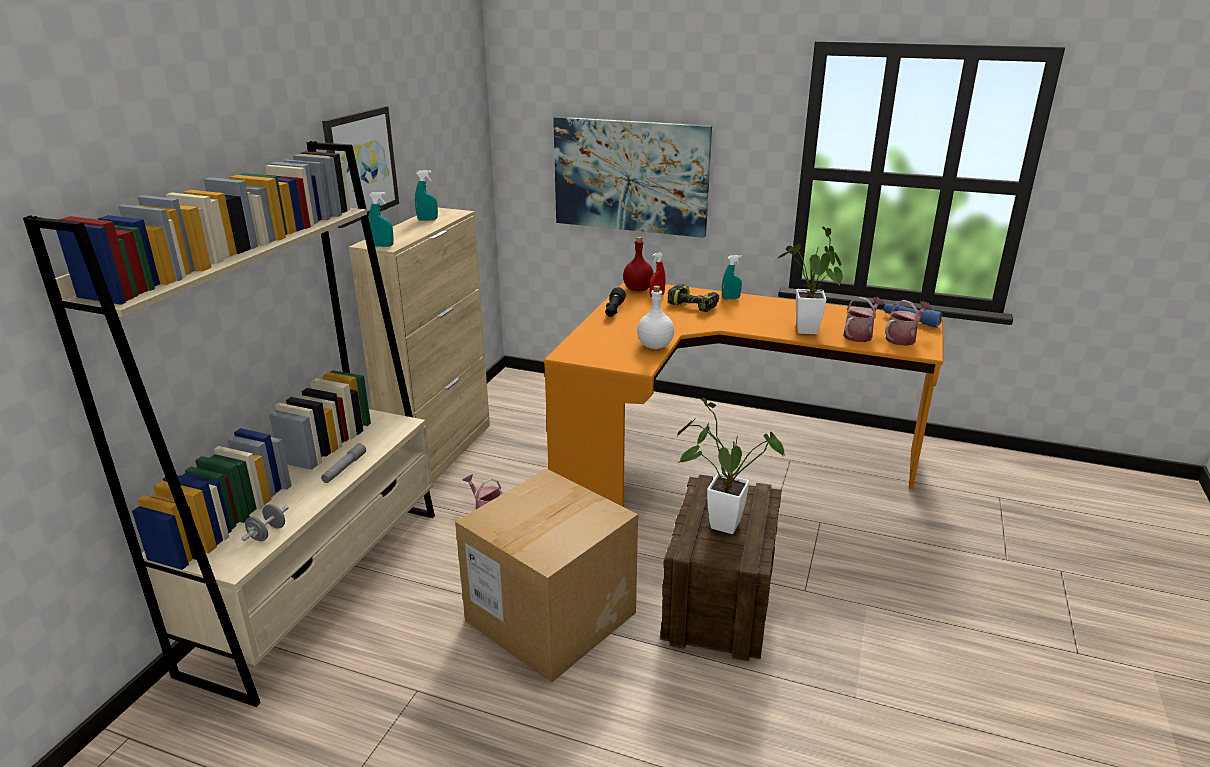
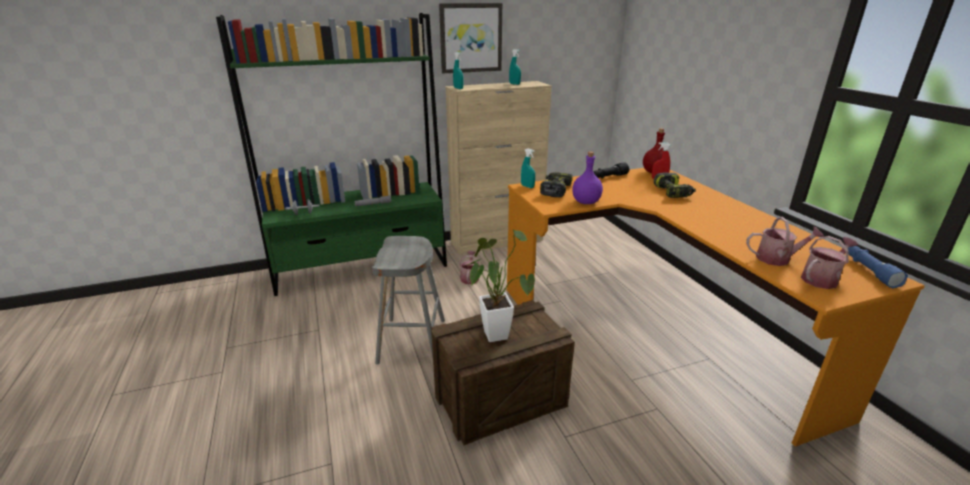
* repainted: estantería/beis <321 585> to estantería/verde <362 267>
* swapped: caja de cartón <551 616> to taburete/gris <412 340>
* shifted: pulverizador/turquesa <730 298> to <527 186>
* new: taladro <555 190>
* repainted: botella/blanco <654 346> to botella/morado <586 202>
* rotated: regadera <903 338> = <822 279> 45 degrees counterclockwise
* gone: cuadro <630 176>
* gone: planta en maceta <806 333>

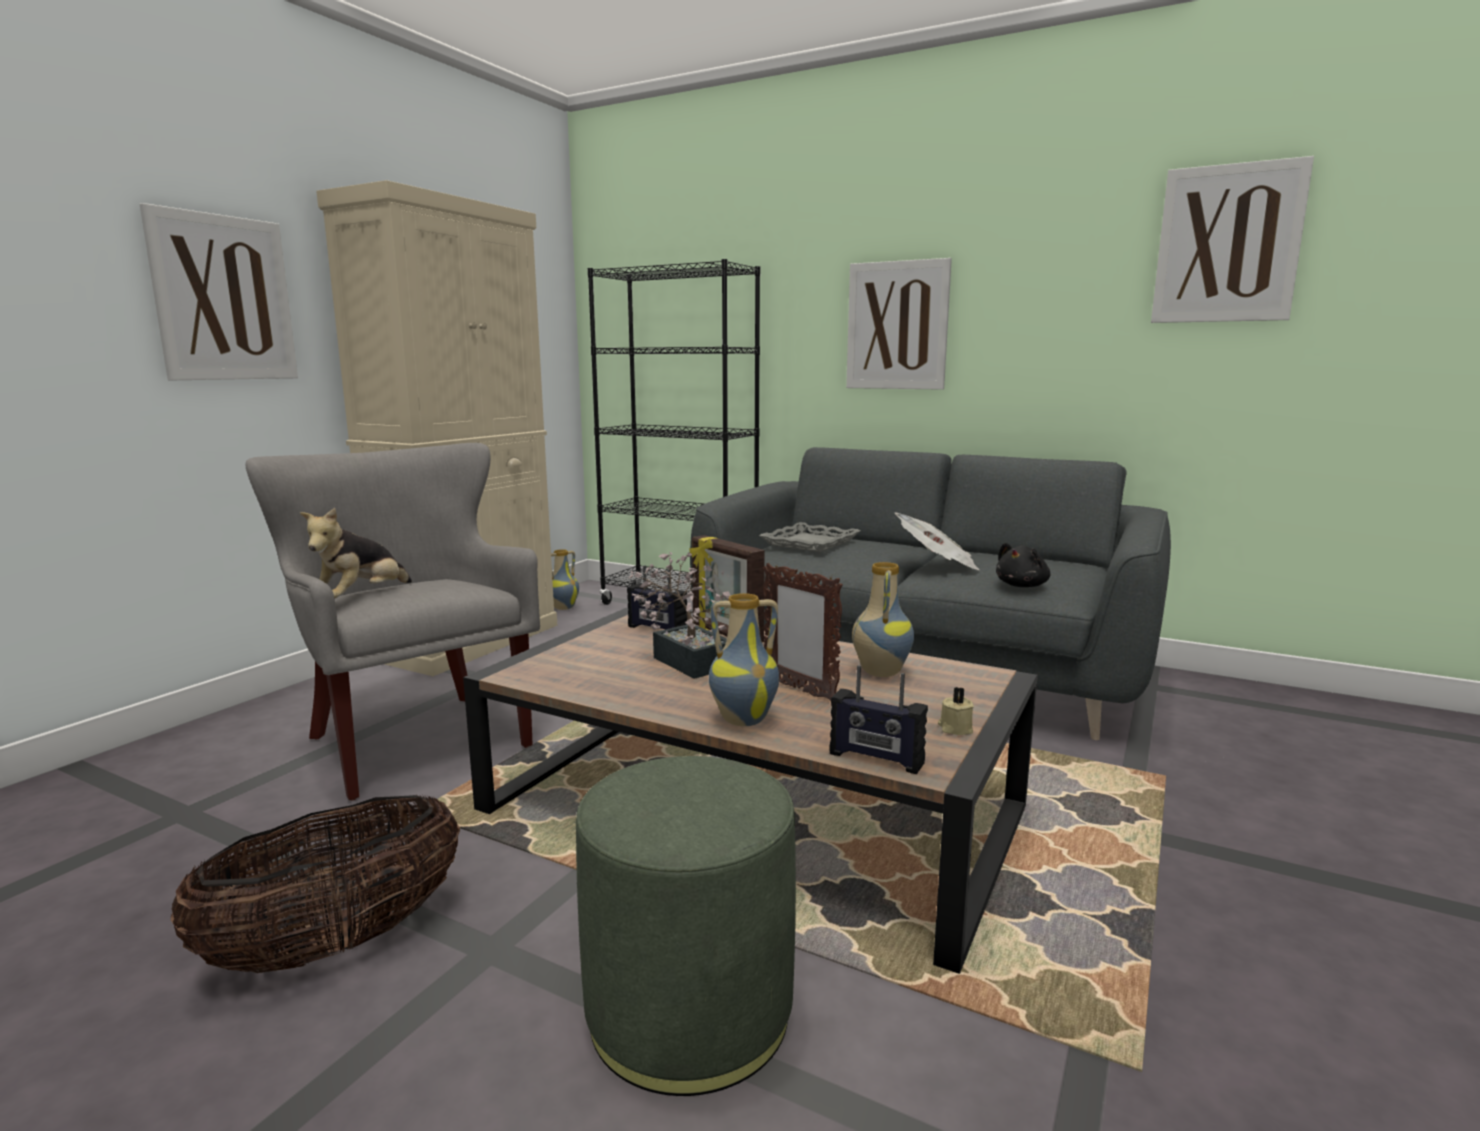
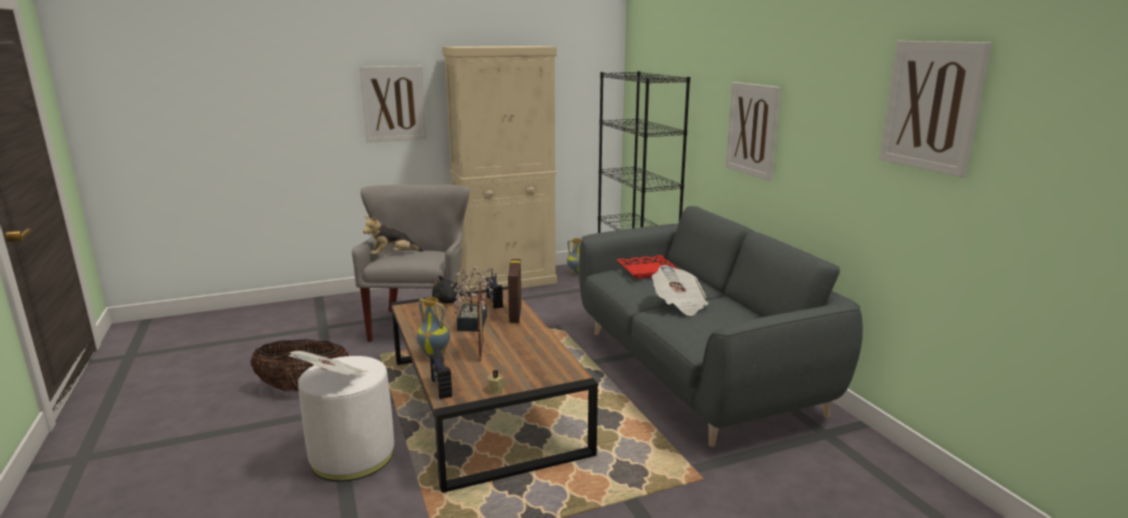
* new: periódico <331 380>
* repainted: puf/verde <690 1011> to puf/blanco <352 456>
* shifted: peluche/negro <1022 586> to <448 301>
* repainted: bandeja/gris <809 543> to bandeja/rojo <647 270>
* gone: florero <879 672>

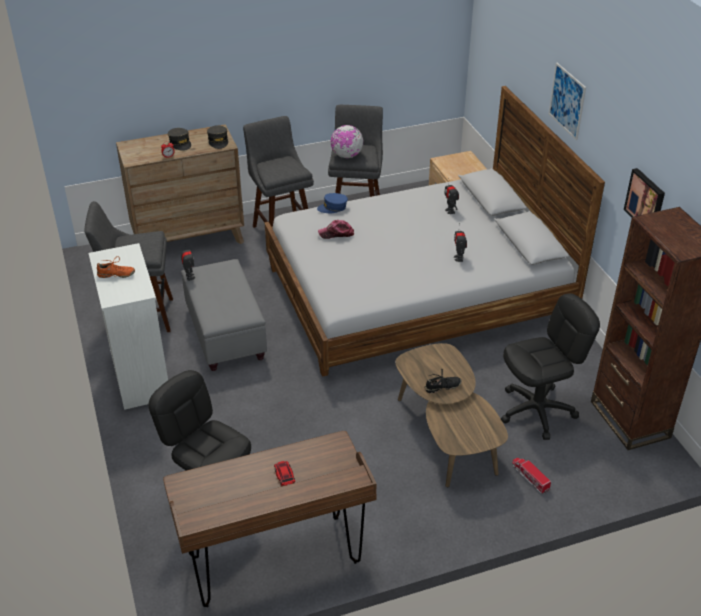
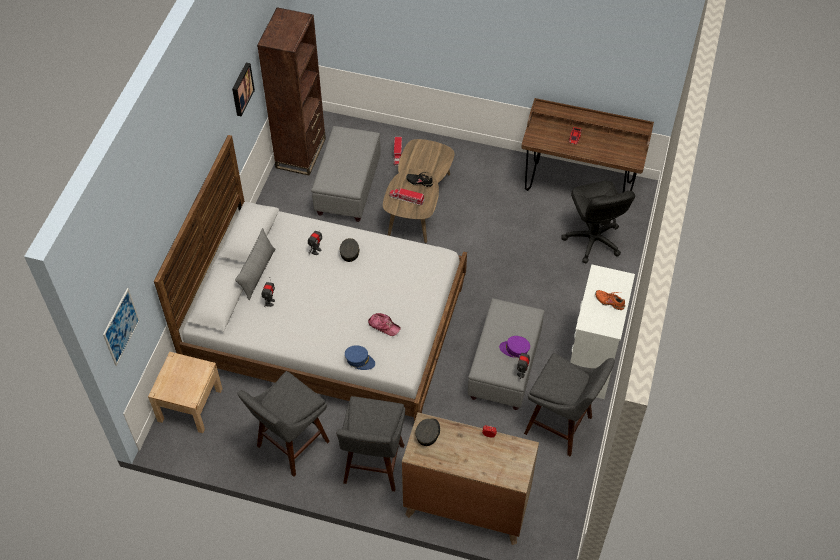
* shifted: cuadro <567 101> to <121 327>
* new: cojín/gris <257 273>
* swapped: silla de oficina/negro <537 411> to puf/gris <348 187>
* shifted: gorra/gris <180 143> to <349 252>
* new: camión de juguete <406 199>
* new: gorra/morado <514 349>
* gone: globo terráqueo <346 156>

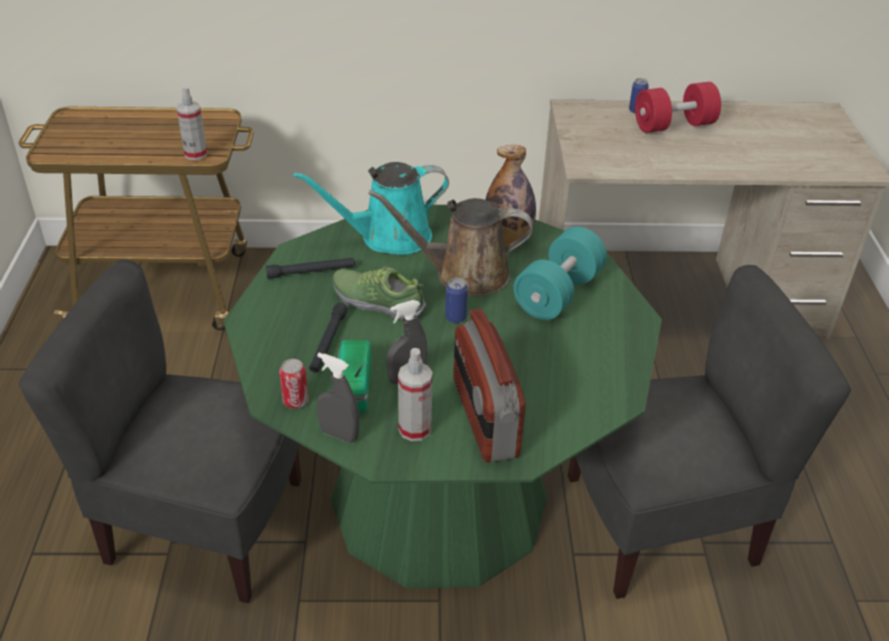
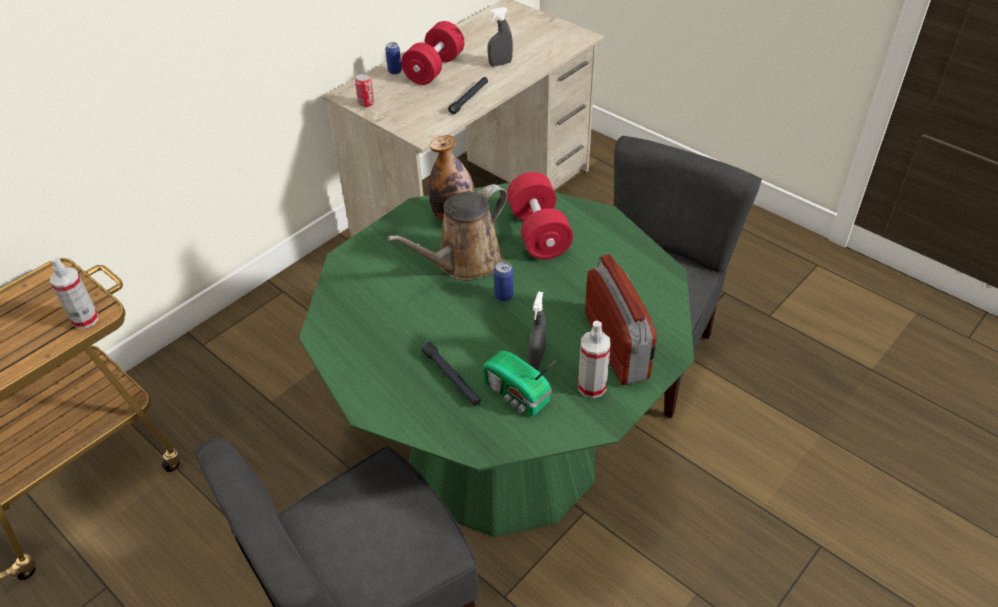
* shifted: lata <295 401> to <366 104>
* shifted: linterna/negro <311 272> to <469 98>
* shifted: pulverizador/gris <339 435> to <500 64>
* repainted: mancuerna/turquesa <558 293> to mancuerna/rojo <538 233>
* rotated: radio <483 418> = <617 346> 135 degrees counterclockwise
* gone: regadera/turquesa <389 237>
* gone: zapato <378 301>

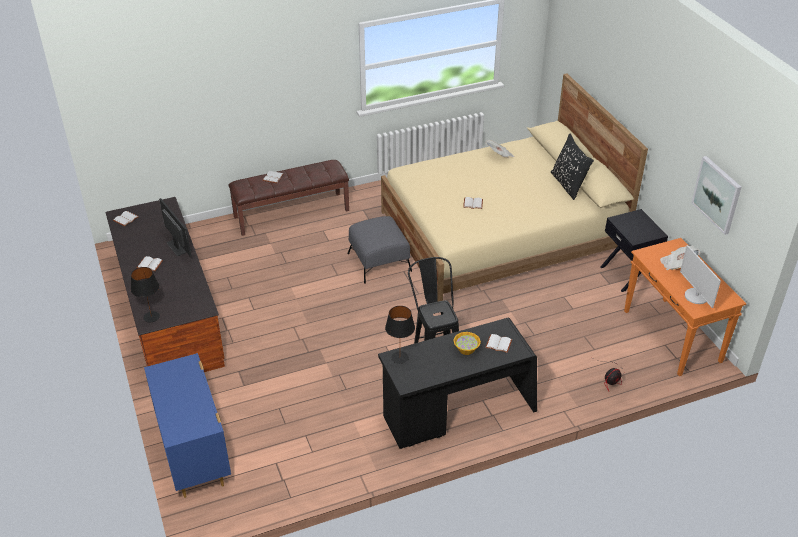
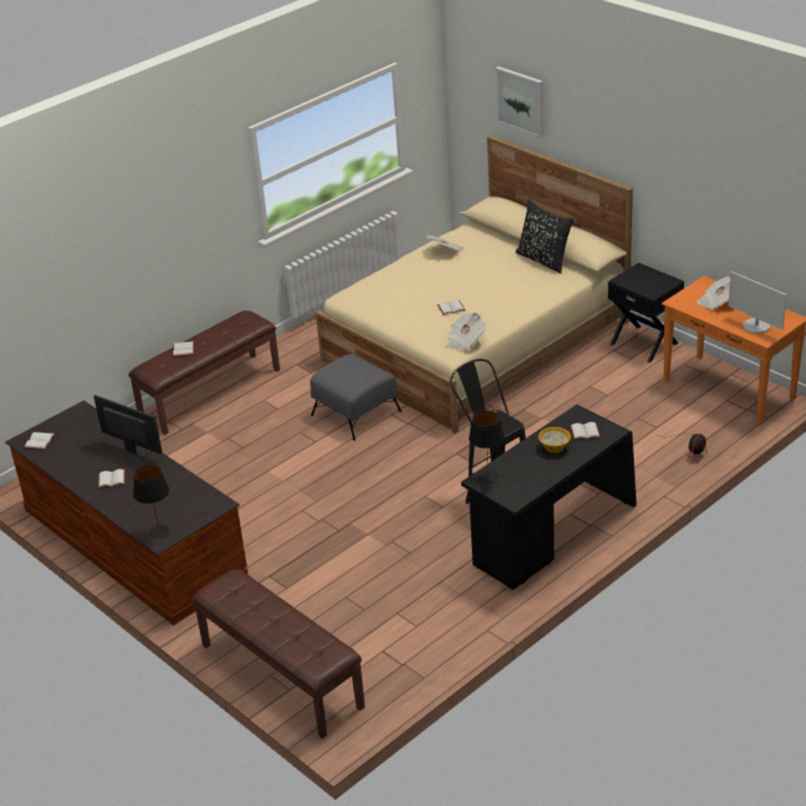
* swapped: cómoda/azul <194 455> to banco/marrón <280 676>
* new: periódico <465 341>
* shifted: cuadro <717 194> to <521 101>

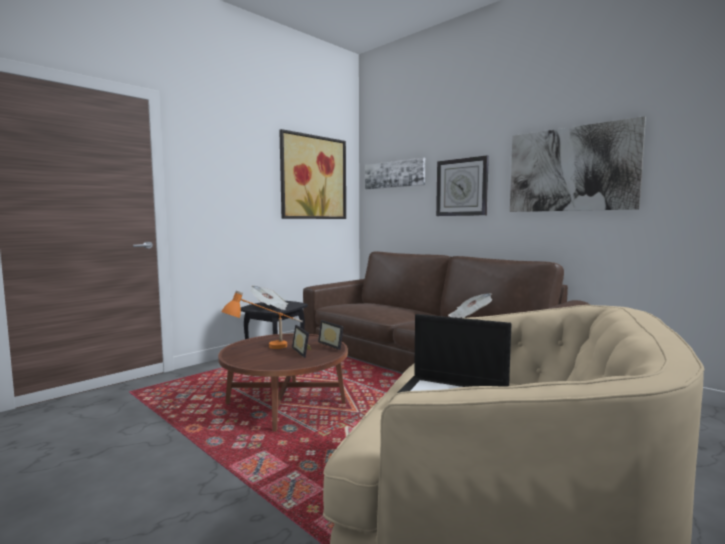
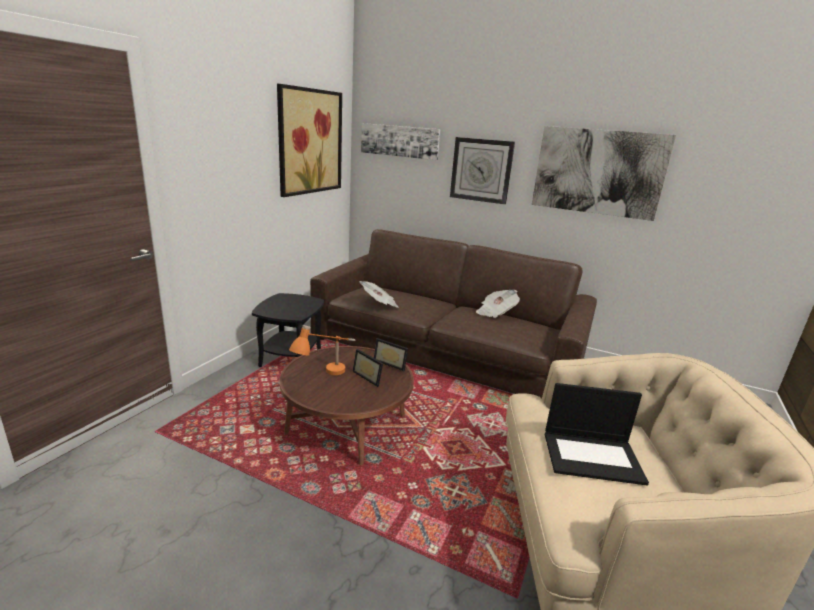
* shifted: periódico <270 307> to <379 304>

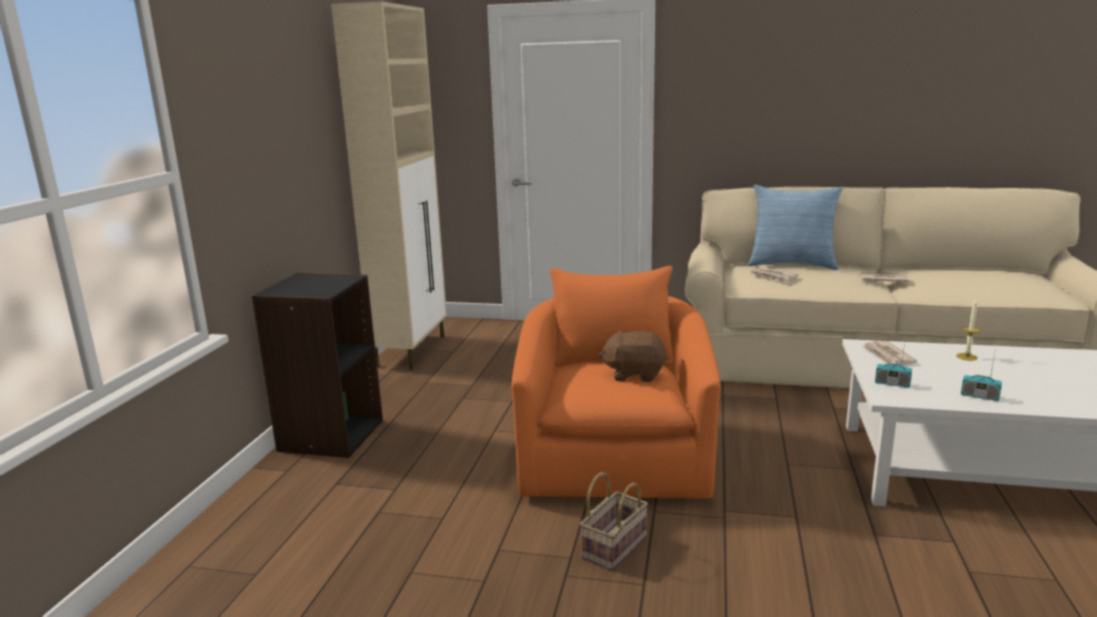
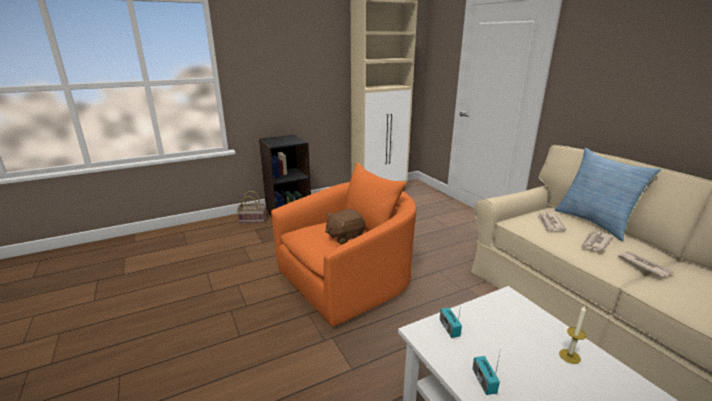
* shifted: cesta <614 546> to <253 219>
* rotated: peluche/marrón <634 374> = <345 237> 90 degrees counterclockwise
* shifted: periódico <887 356> to <595 243>

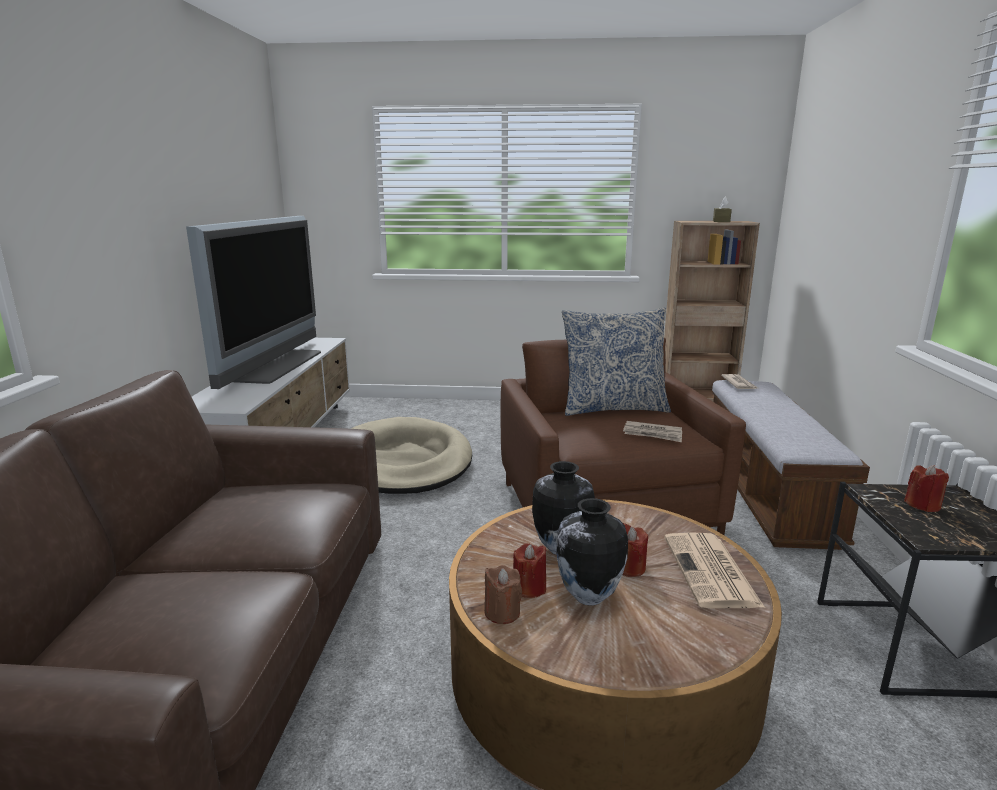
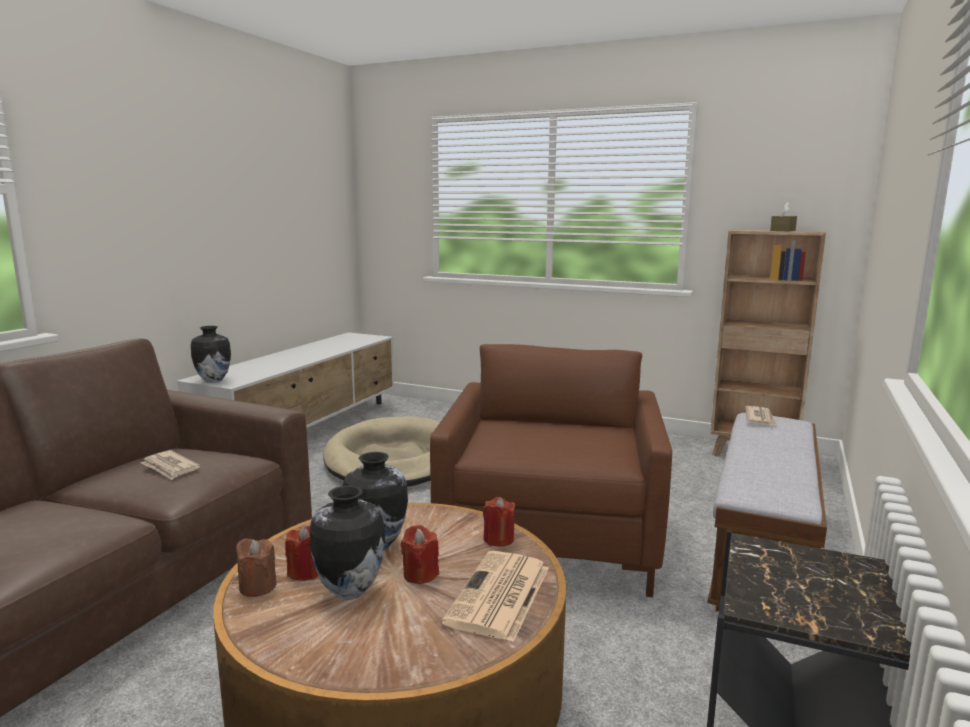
* shifted: periódico <653 434> to <170 467>
* new: florero <213 380>
* shifted: vela/rojo <923 505> to <498 539>
* gone: televisor <275 365>
* gone: cojín <613 408>

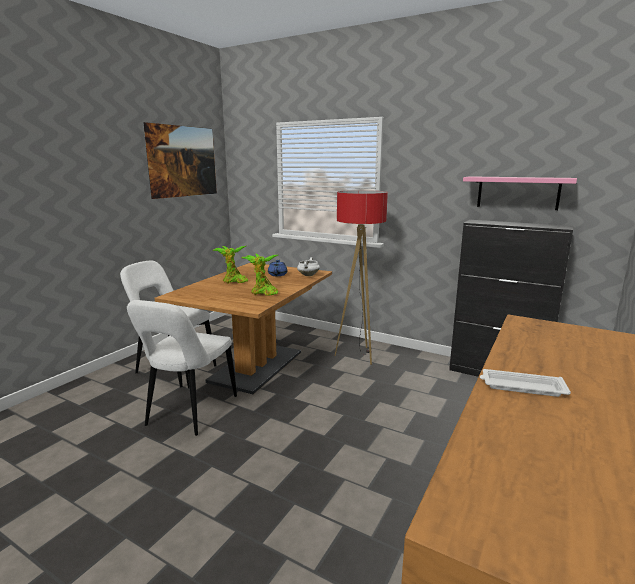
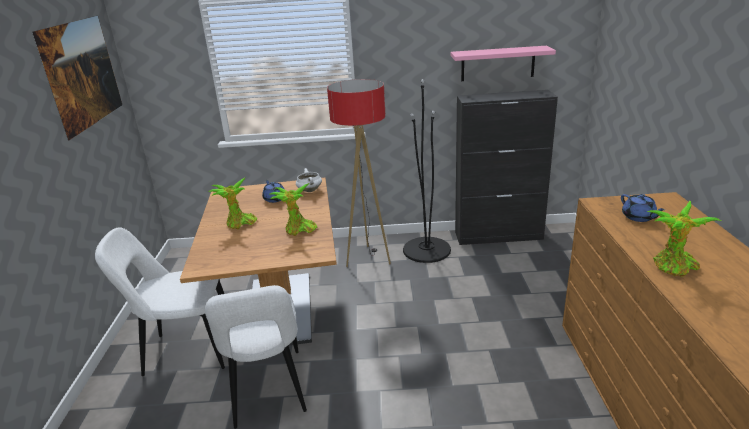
* new: lámpara de pie/negro <426 250>
* new: tetera/azul <638 217>
* swapped: bandeja/blanco <521 387> to planta en maceta <673 267>

